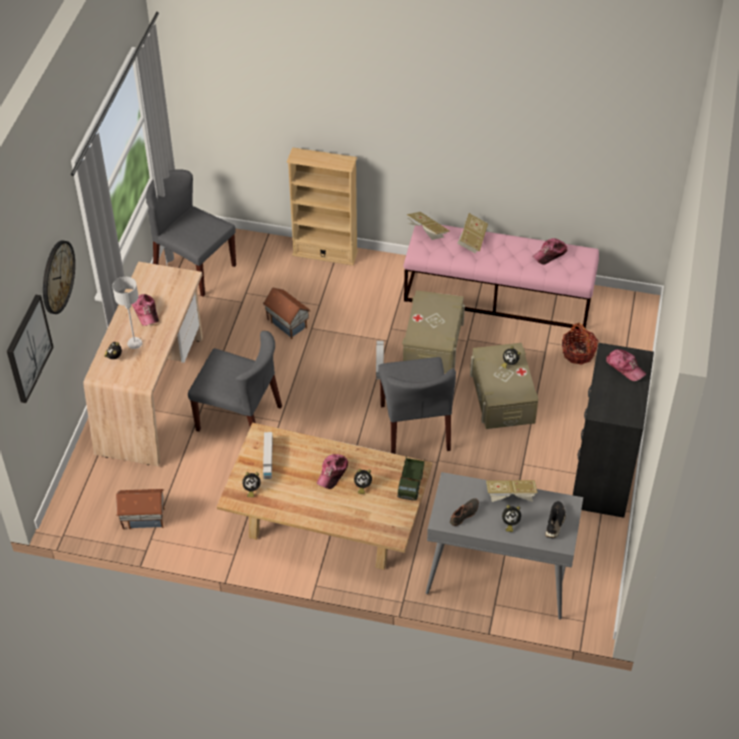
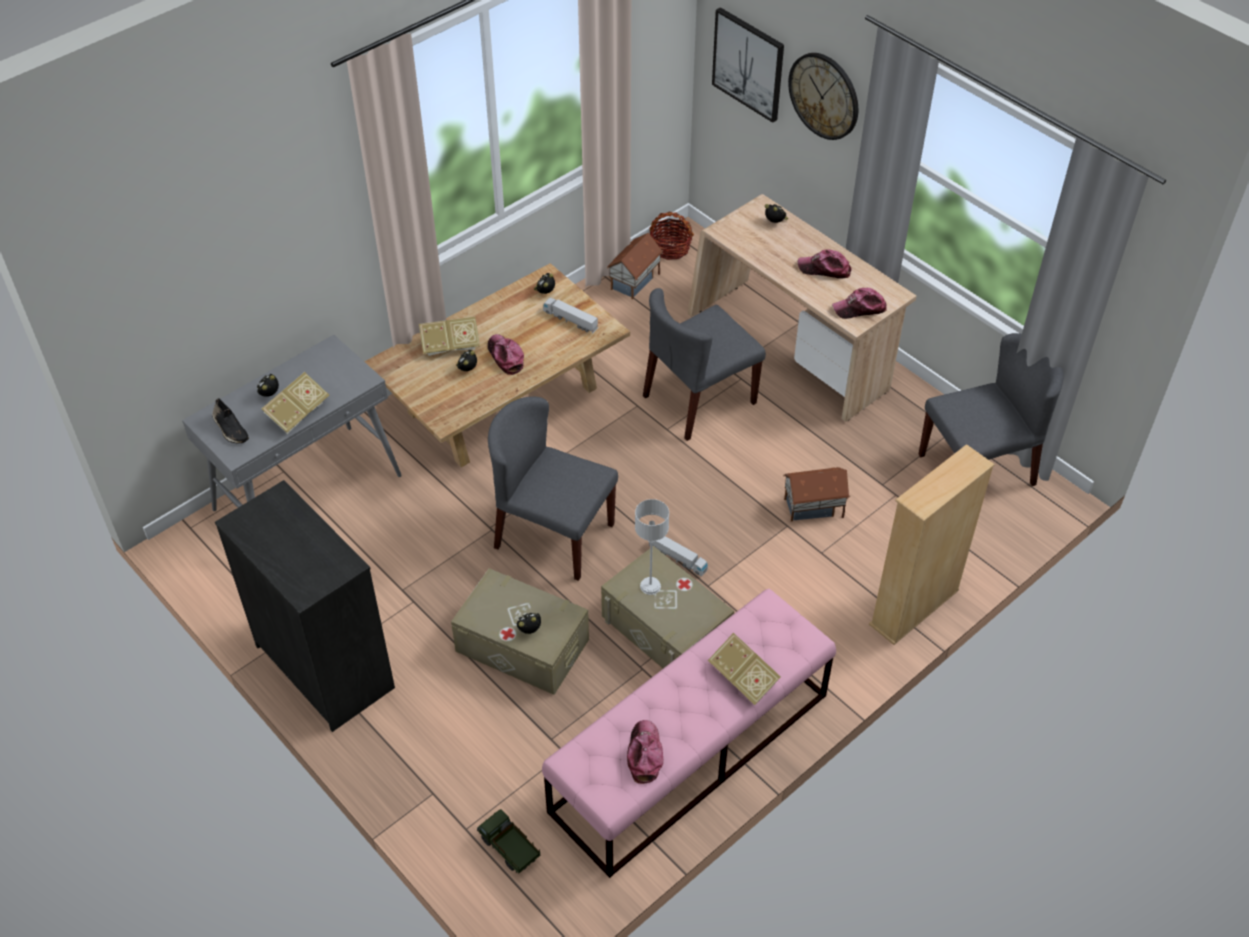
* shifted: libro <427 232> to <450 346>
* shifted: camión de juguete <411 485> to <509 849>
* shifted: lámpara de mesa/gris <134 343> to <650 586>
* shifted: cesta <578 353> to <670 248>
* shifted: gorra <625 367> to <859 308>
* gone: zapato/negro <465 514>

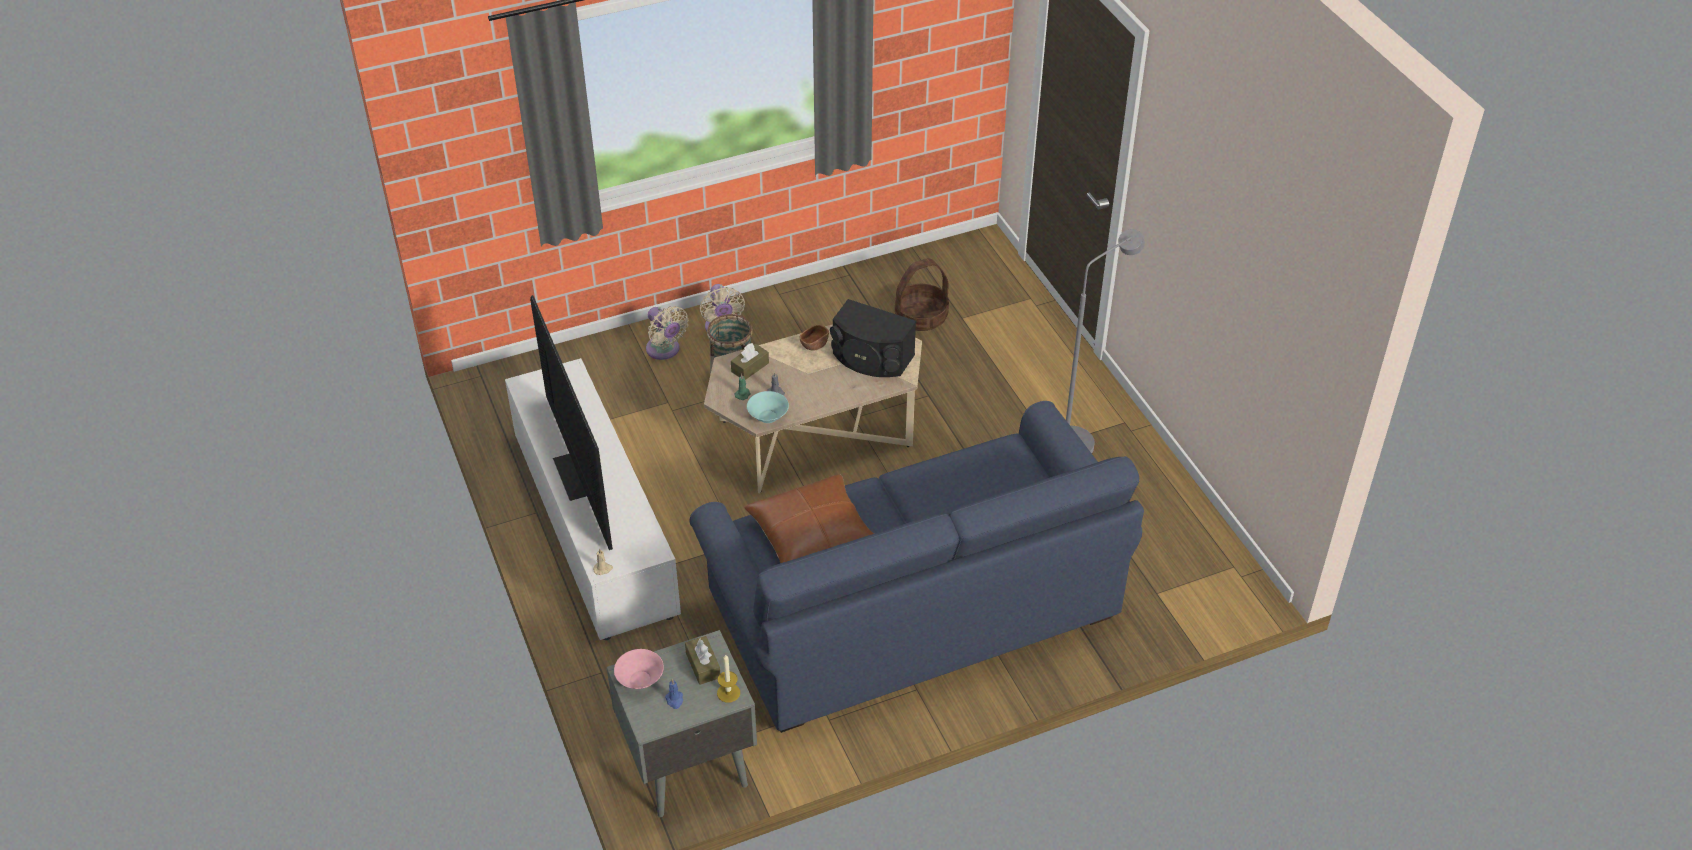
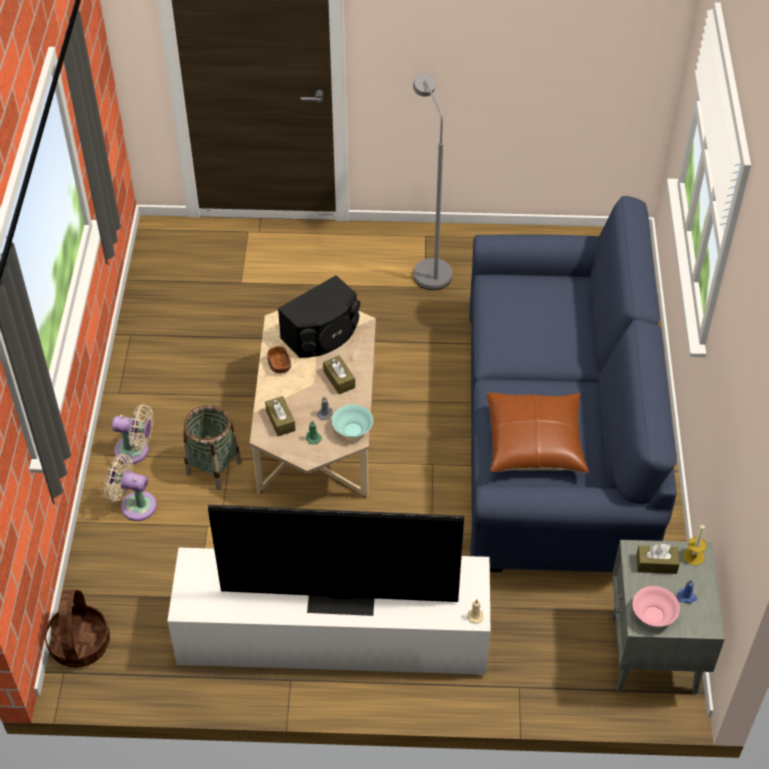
* shifted: cesta <921 317> to <80 644>
* rotated: ventilador/beis <665 350> = <134 505> 150 degrees counterclockwise
* new: caja de pañuelos/marrón <339 379>

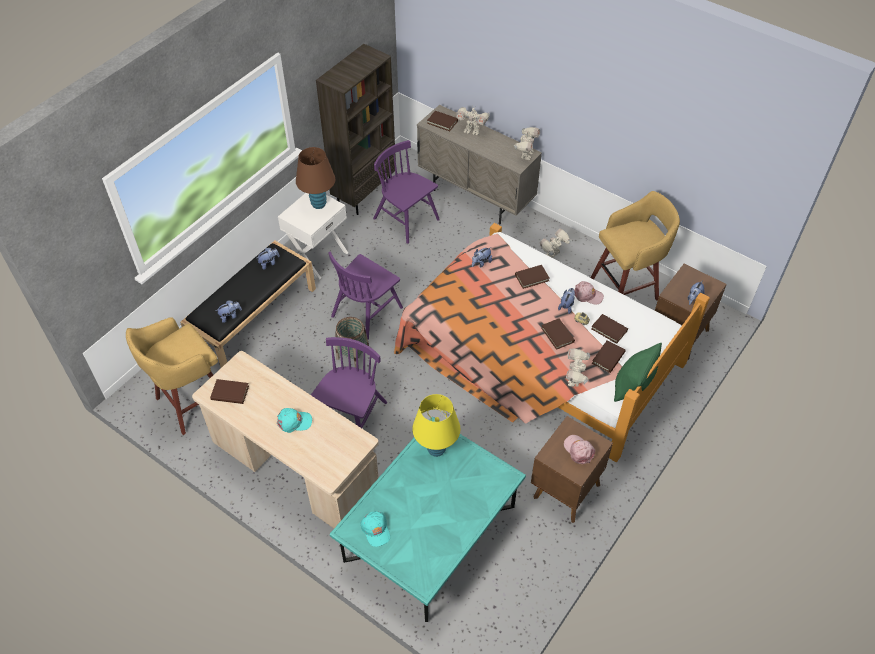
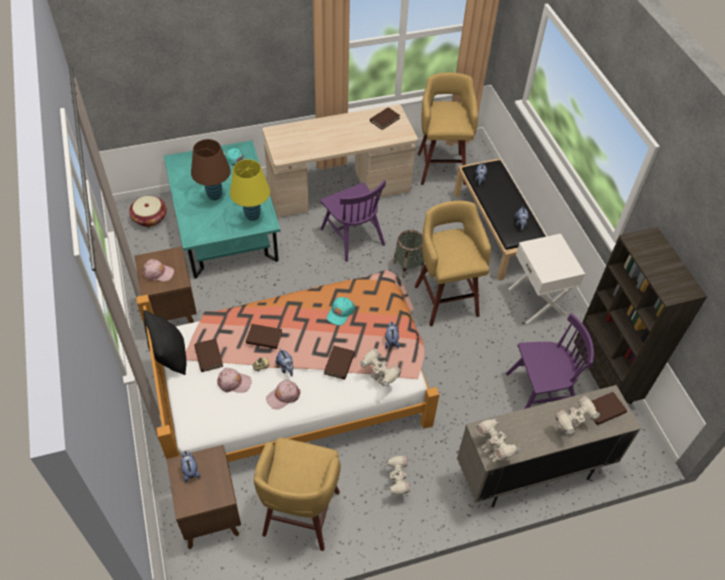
* new: cesta <150 218>
* repainted: cojín/verde <632 386> to cojín/negro <170 355>
* shifted: lámpara de mesa/marrón <318 204> to <215 195>
* swapped: libro/marrón <609 329> to gorra/rosa <234 382>
* shifted: gorra/turquesa <294 422> to <340 313>
* shifted: robot de juguete <574 380> to <379 380>
* swapped: silla/morado <367 311> to taburete/amarillo <445 299>

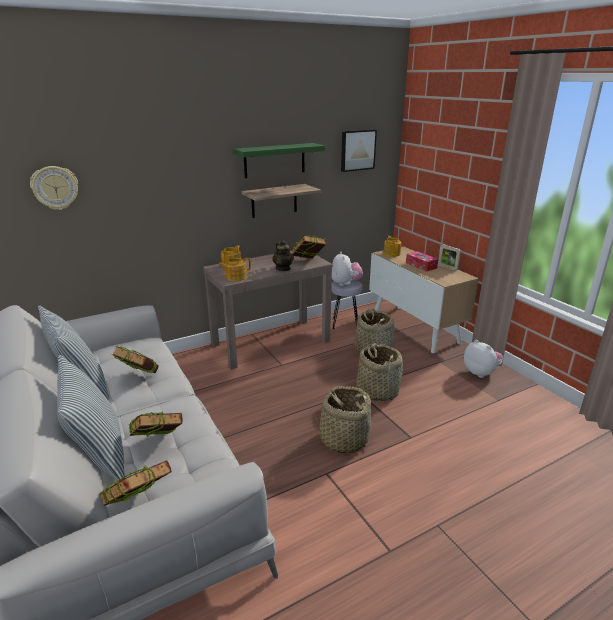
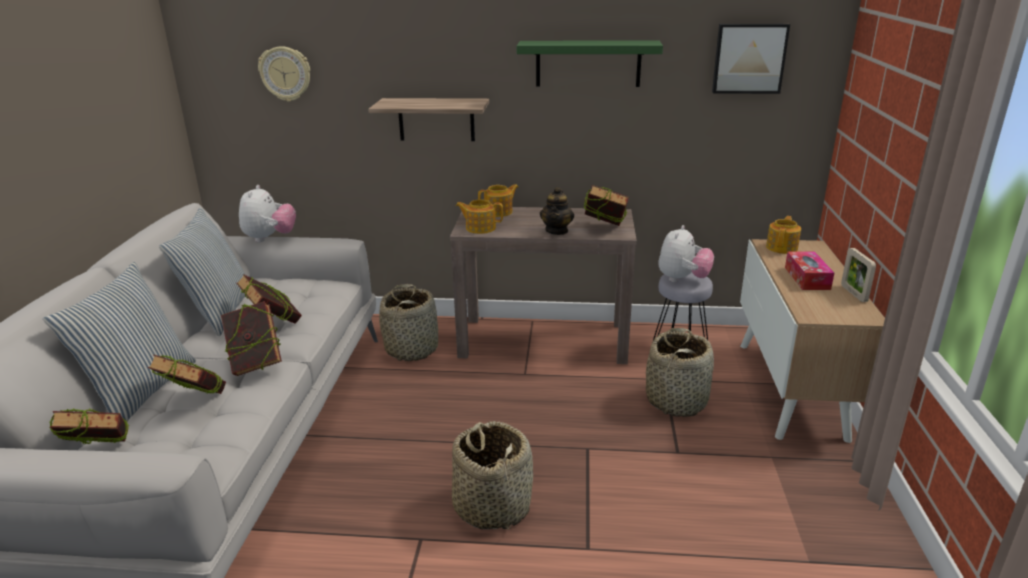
* new: libro <256 365>
* shifted: peluche <480 372> to <269 238>
* shifted: estante <274 201> to <436 119>
* shifted: cesta <377 391> to <412 349>

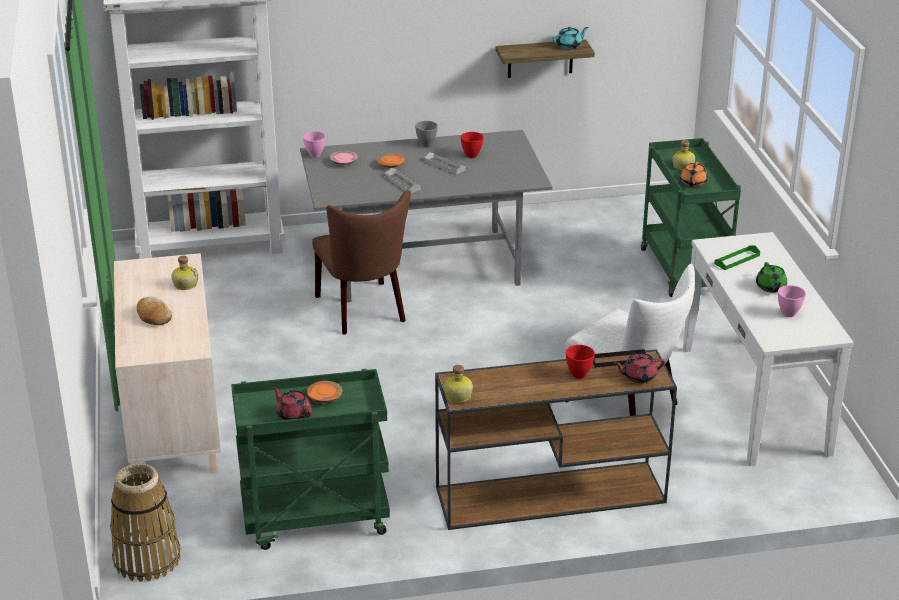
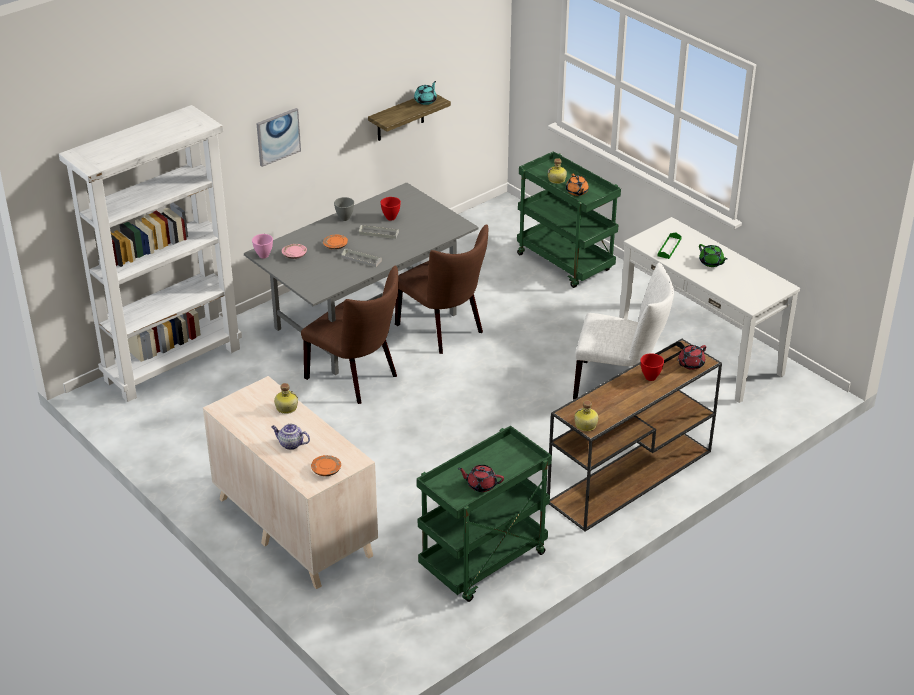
* new: cuadro <278 136>
* swapped: pan <153 316> to tetera <290 444>
* shifted: plato/naranja <324 397> to <326 470>
* new: silla/marrón <444 330>
* gone: cesta <146 559>
* gone: cuenco/rosa <788 313>

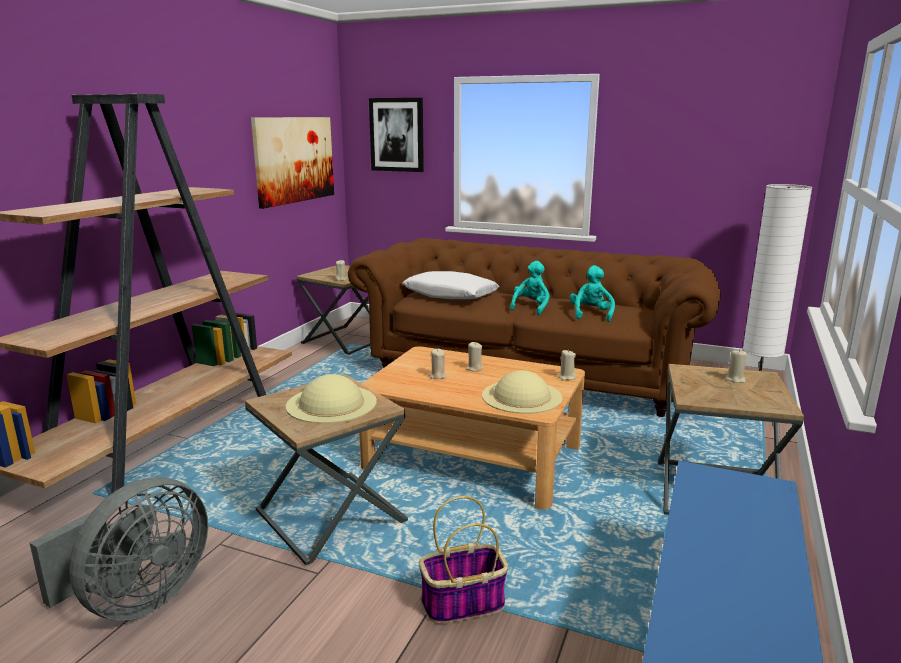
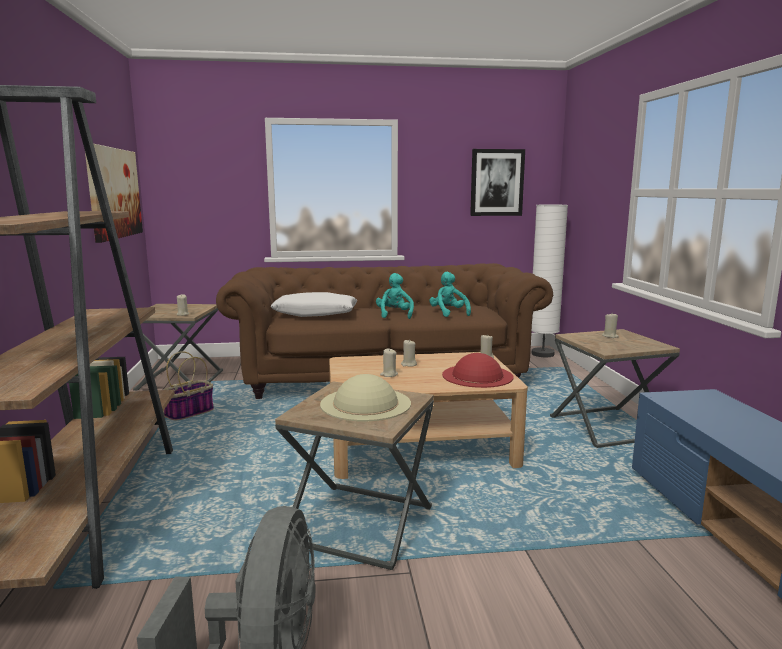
* shifted: cesta <462 604> to <189 413>
* repainted: sombrero/beis <521 396> to sombrero/rojo <477 375>
* shifted: cuadro <397 135> to <497 182>

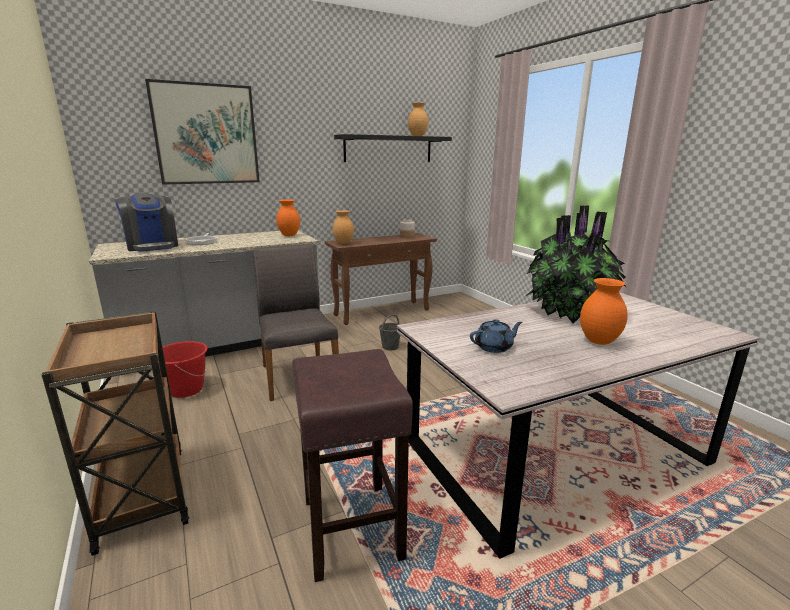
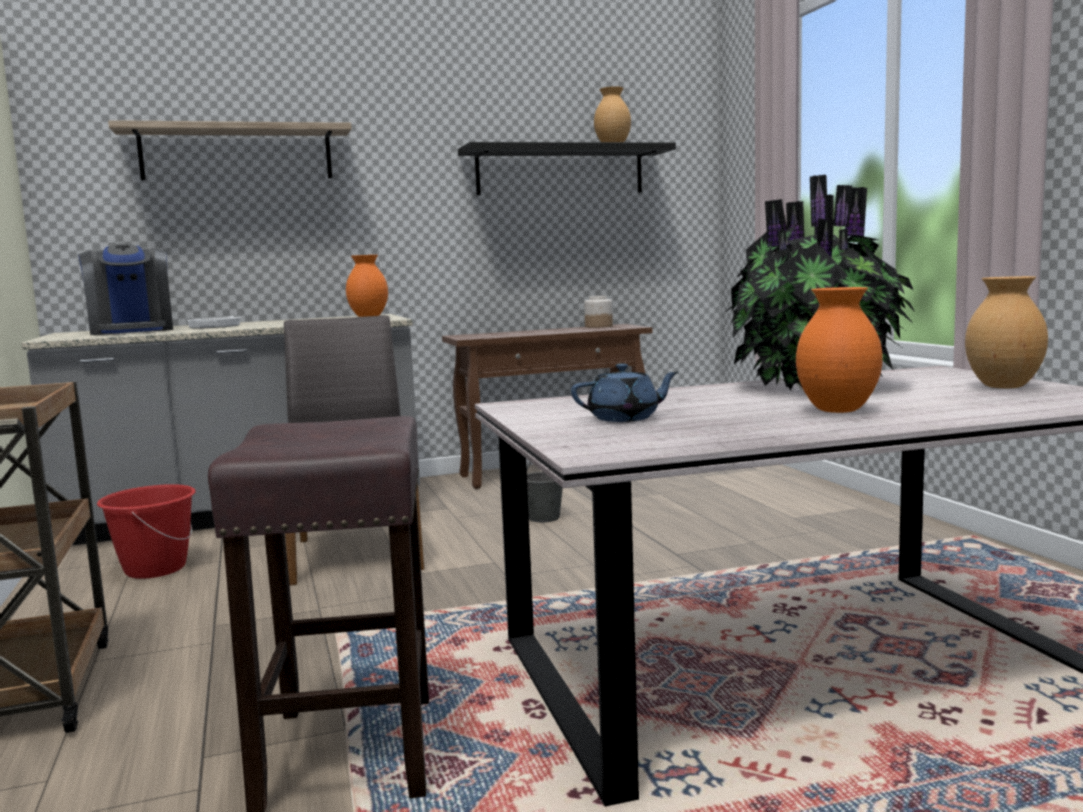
* swapped: cuadro <206 134> to estante <237 153>
* shifted: florero/marrón <343 243> to <1002 387>

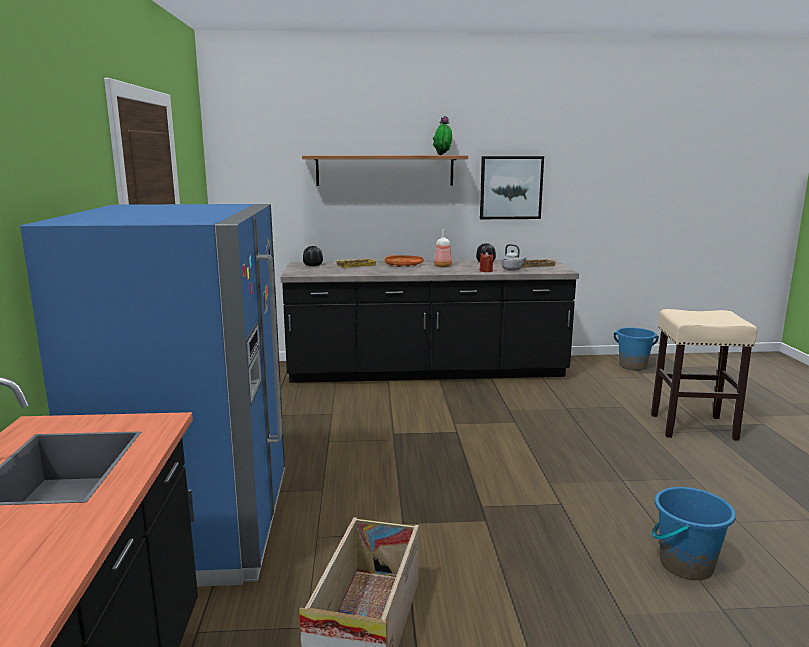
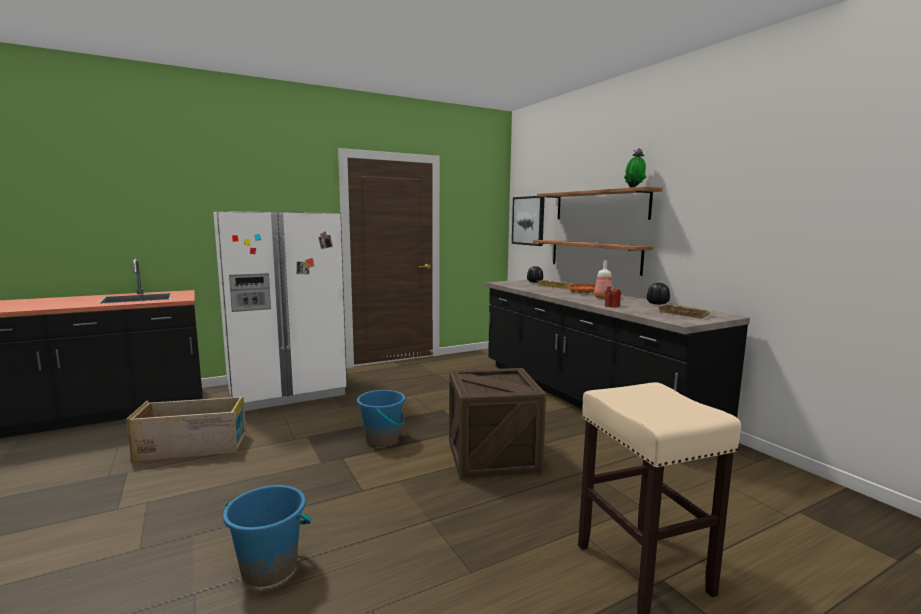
* repainted: nevera/azul <196 529> to nevera/blanco <285 391>
* shifted: cubo/azul <632 366> to <382 439>
* new: caja de embalaje <492 456>
* shifted: cuadro <511 187> to <528 220>
* new: estante <594 256>
* gone: hervidor/gris <513 269>

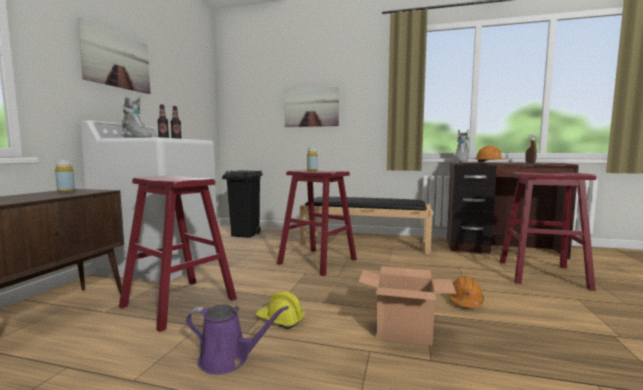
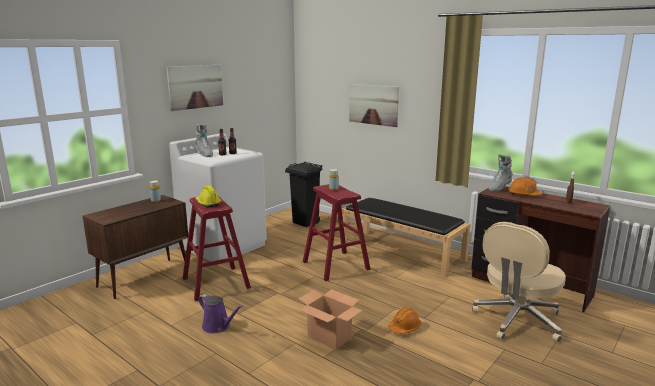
* shifted: casco/amarillo <280 320> to <208 203>
* swapped: taburete/rojo <541 274> to silla de oficina/beis <517 321>

